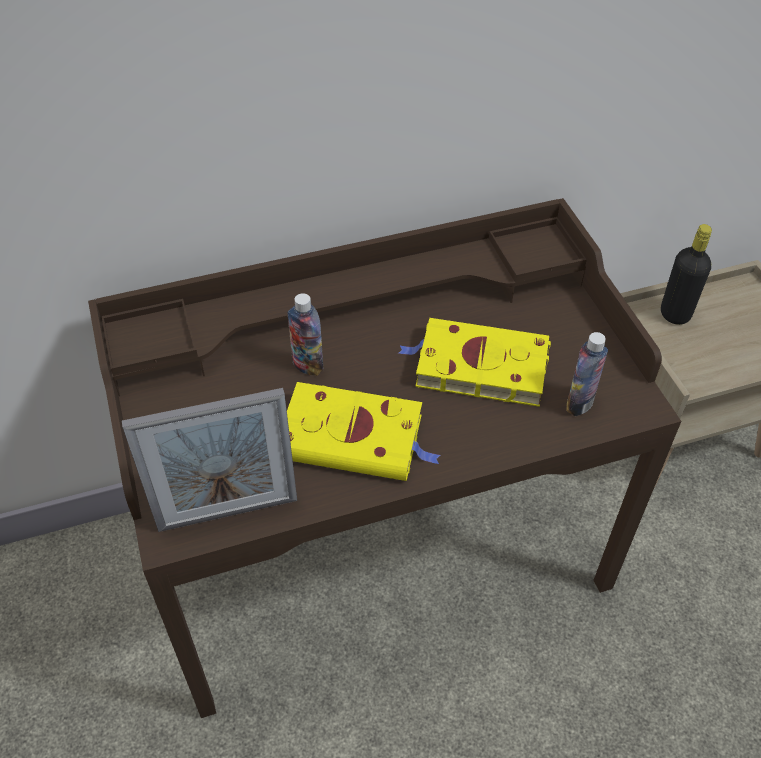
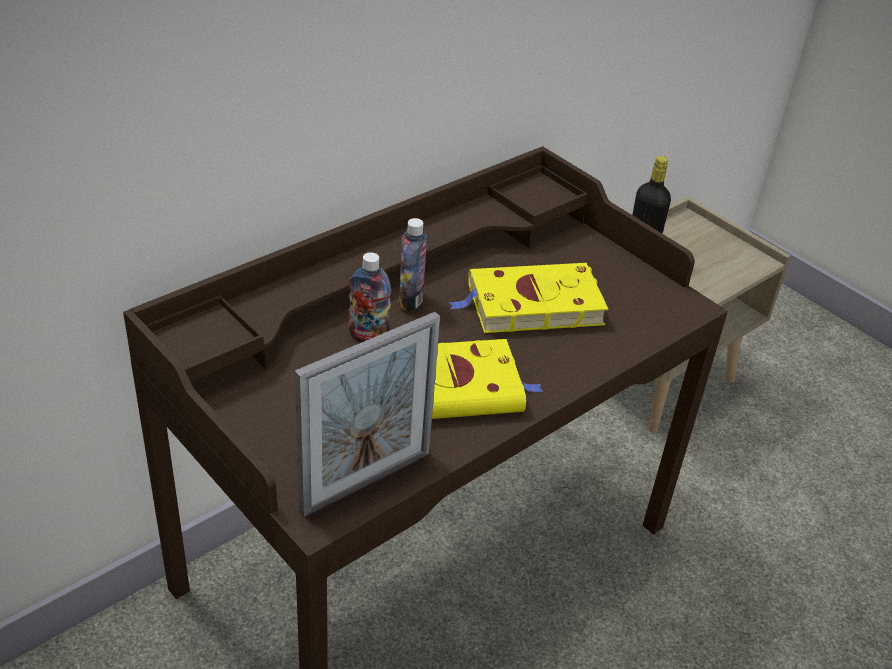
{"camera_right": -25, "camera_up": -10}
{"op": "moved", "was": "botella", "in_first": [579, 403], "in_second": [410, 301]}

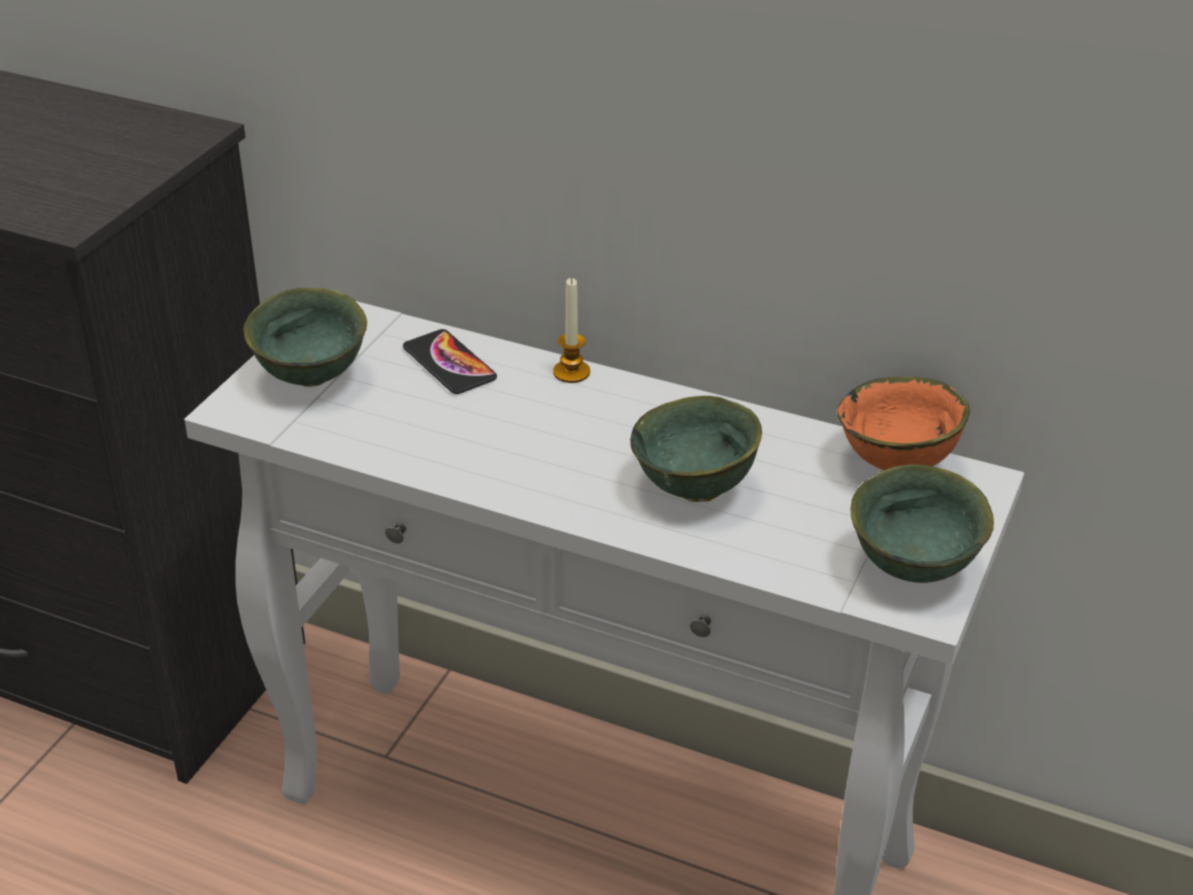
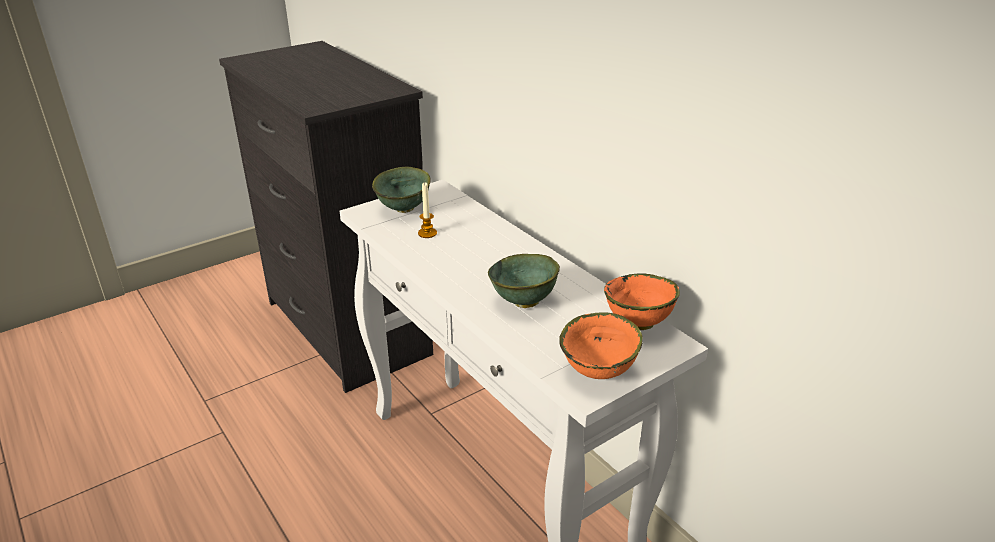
{"camera_right": 30, "camera_up": -5}
{"op": "moved", "was": "vela", "in_first": [571, 372], "in_second": [427, 233]}
{"op": "recoloured", "was": "cuenco [verde]", "now": "cuenco [naranja]", "in_first": [915, 569], "in_second": [600, 372]}
{"op": "removed", "was": "móvil", "in_first": [449, 363]}

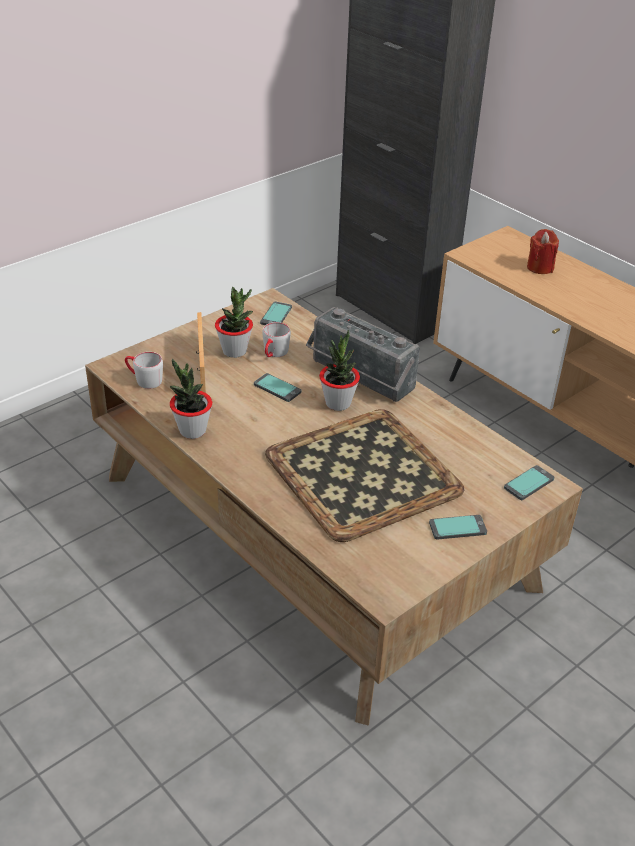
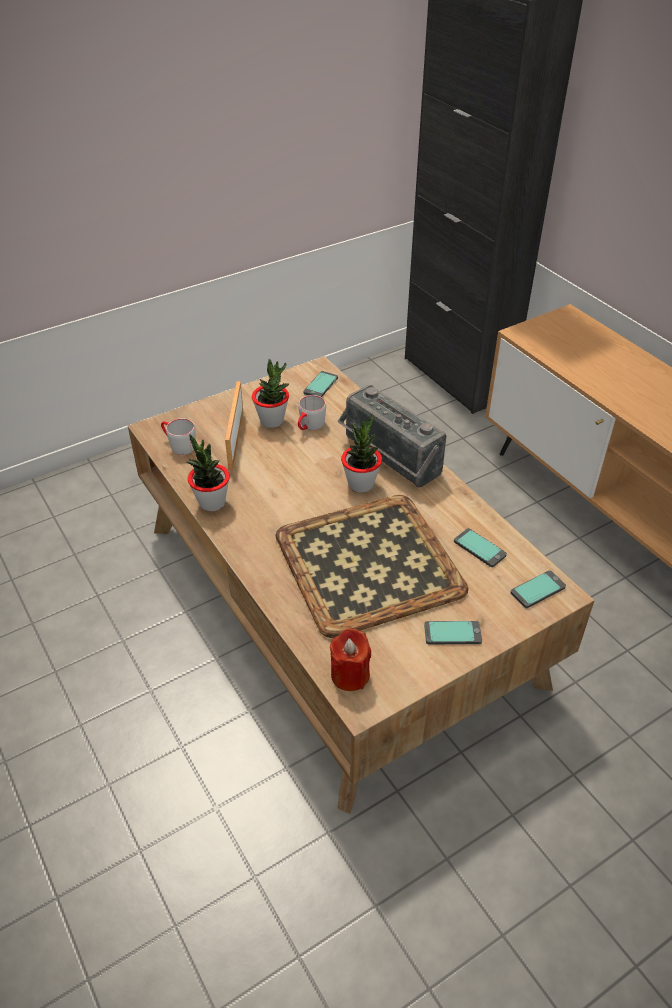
{"camera_right": 10, "camera_up": 5}
{"op": "moved", "was": "vela [rojo]", "in_first": [540, 267], "in_second": [350, 675]}
{"op": "moved", "was": "móvil", "in_first": [277, 388], "in_second": [479, 548]}

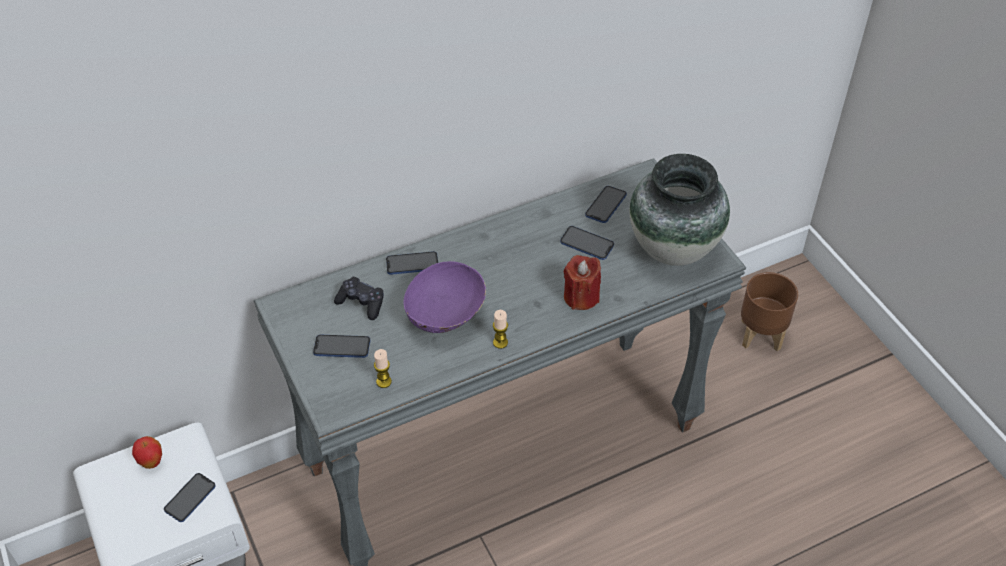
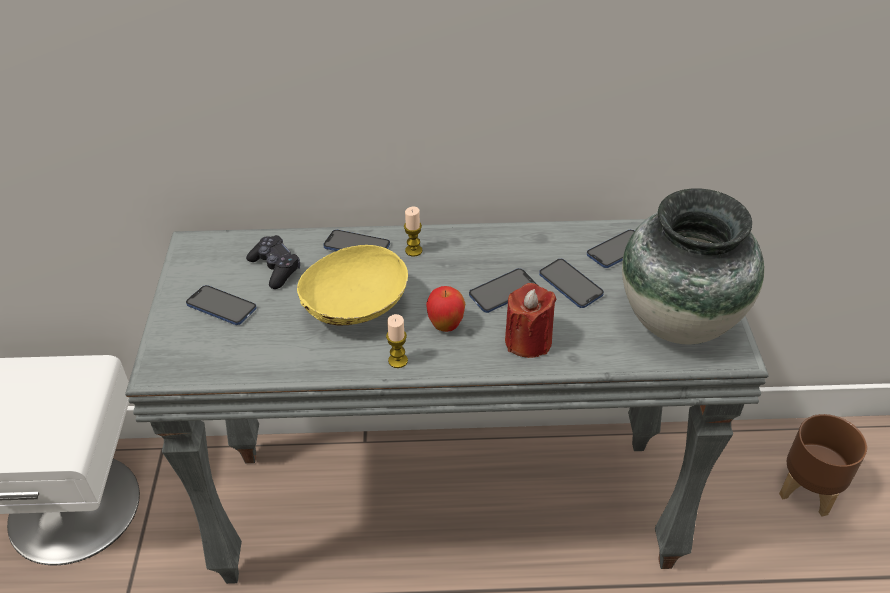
{"camera_right": 25, "camera_up": -5}
{"op": "recoloured", "was": "cuenco [morado]", "now": "cuenco [amarillo]", "in_first": [446, 315], "in_second": [356, 310]}
{"op": "moved", "was": "vela", "in_first": [384, 381], "in_second": [413, 250]}
{"op": "moved", "was": "manzana", "in_first": [151, 462], "in_second": [446, 326]}
{"op": "moved", "was": "móvil", "in_first": [190, 498], "in_second": [503, 292]}

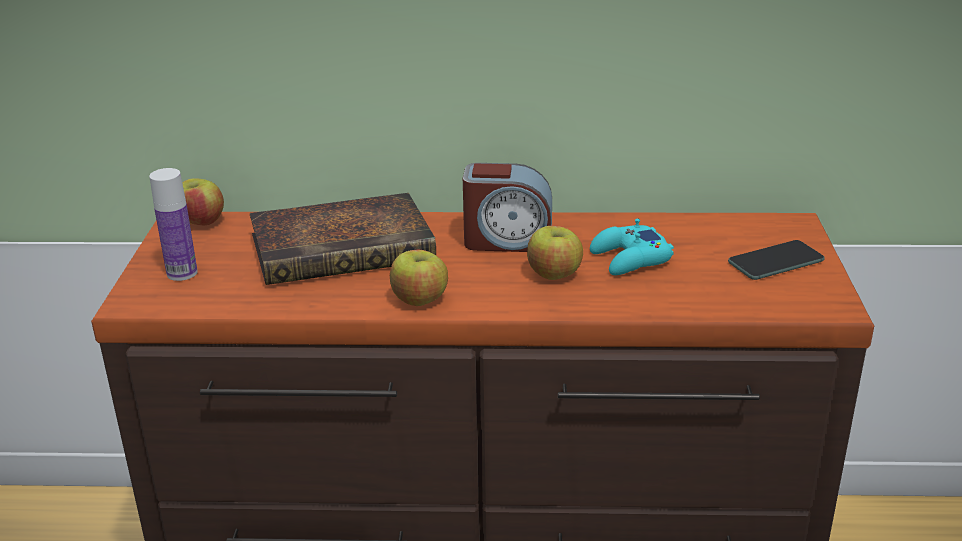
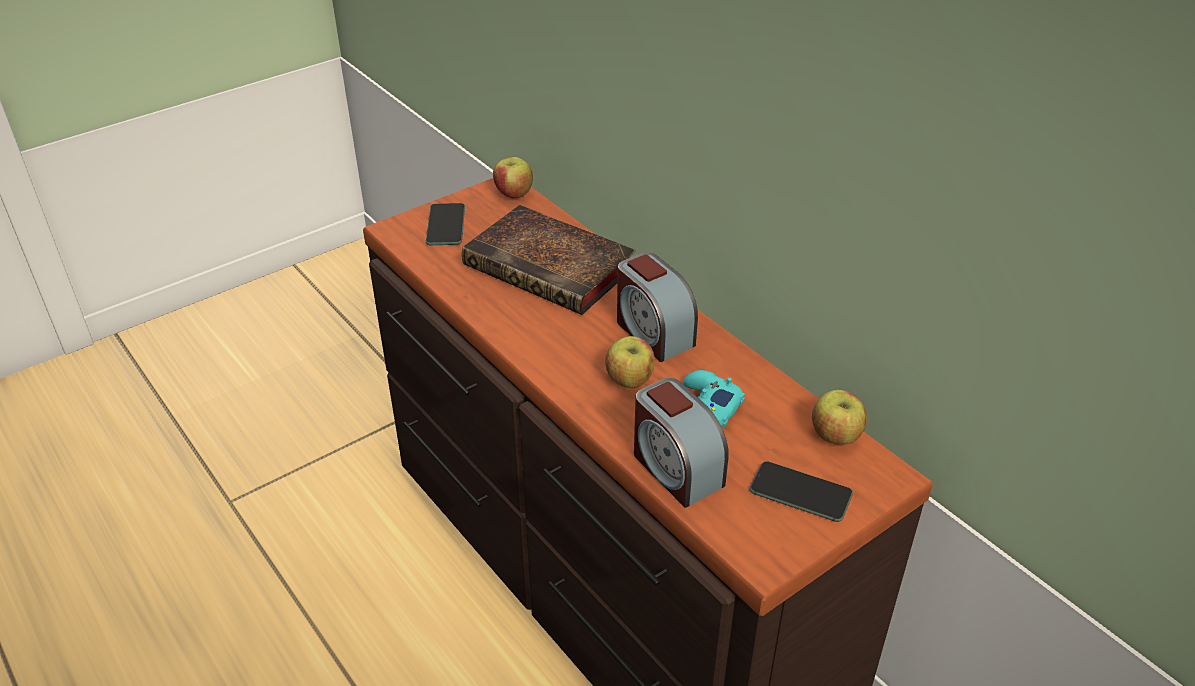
{"camera_right": 50, "camera_up": 10}
{"op": "replaced", "was": "botella", "now": "móvil", "in_first": [182, 273], "in_second": [446, 225]}
{"op": "added", "now": "despertador", "in_second": [675, 468]}
{"op": "moved", "was": "manzana", "in_first": [419, 300], "in_second": [835, 436]}

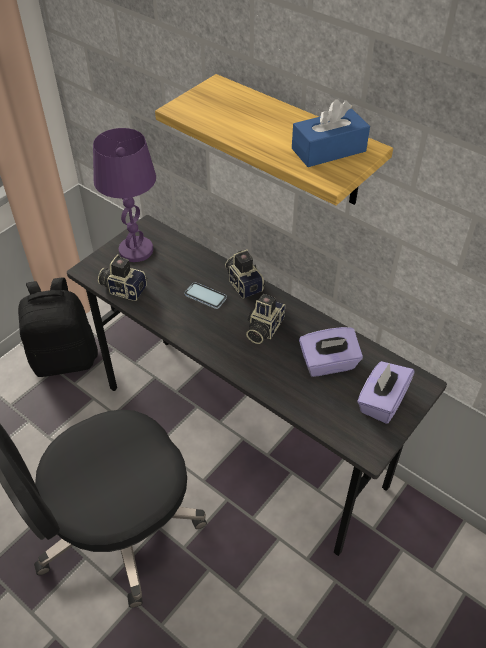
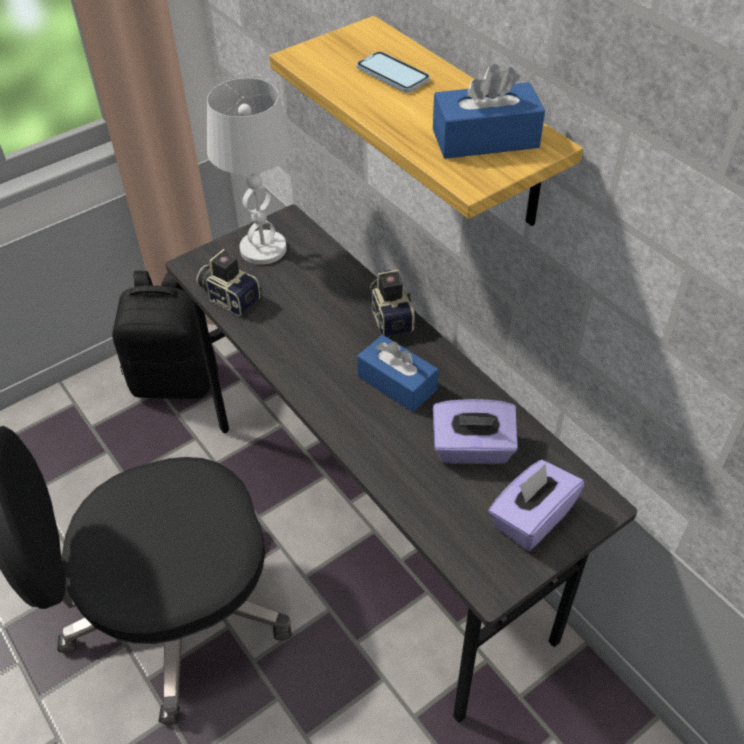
{"camera_right": 15, "camera_up": 0}
{"op": "recoloured", "was": "lámpara de mesa [morado]", "now": "lámpara de mesa [blanco]", "in_first": [136, 250], "in_second": [263, 248]}
{"op": "moved", "was": "móvil", "in_first": [205, 296], "in_second": [392, 74]}
{"op": "replaced", "was": "cámara", "now": "caja de pañuelos [azul]", "in_first": [263, 328], "in_second": [397, 383]}

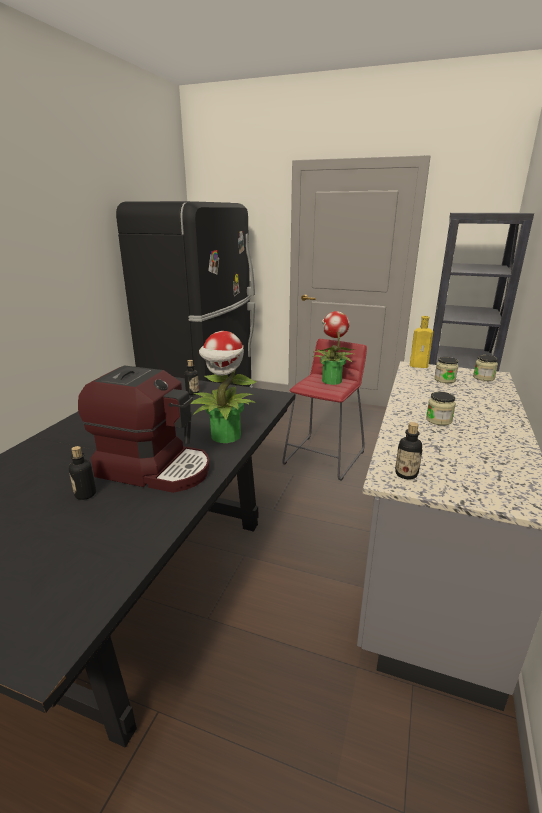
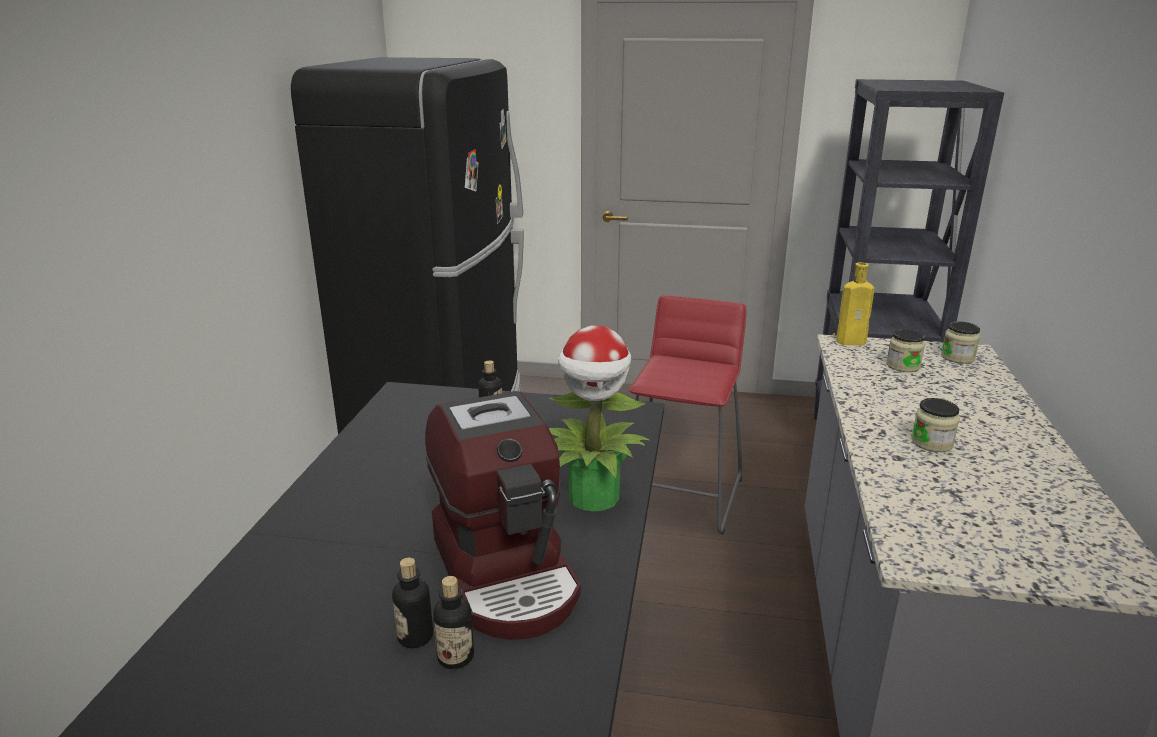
{"camera_right": -10, "camera_up": 0}
{"op": "turned", "was": "cafetera", "in_first": [155, 468], "in_second": [507, 572], "clockwise": 60}
{"op": "moved", "was": "botella", "in_first": [406, 474], "in_second": [455, 657]}
{"op": "removed", "was": "planta en maceta", "in_first": [331, 380]}

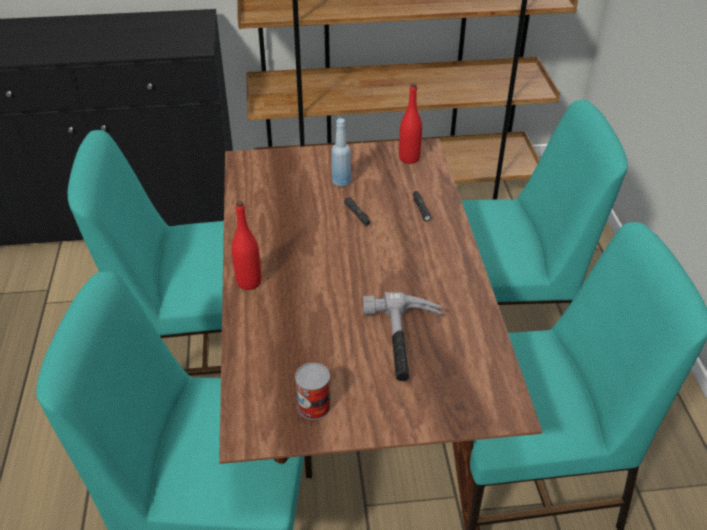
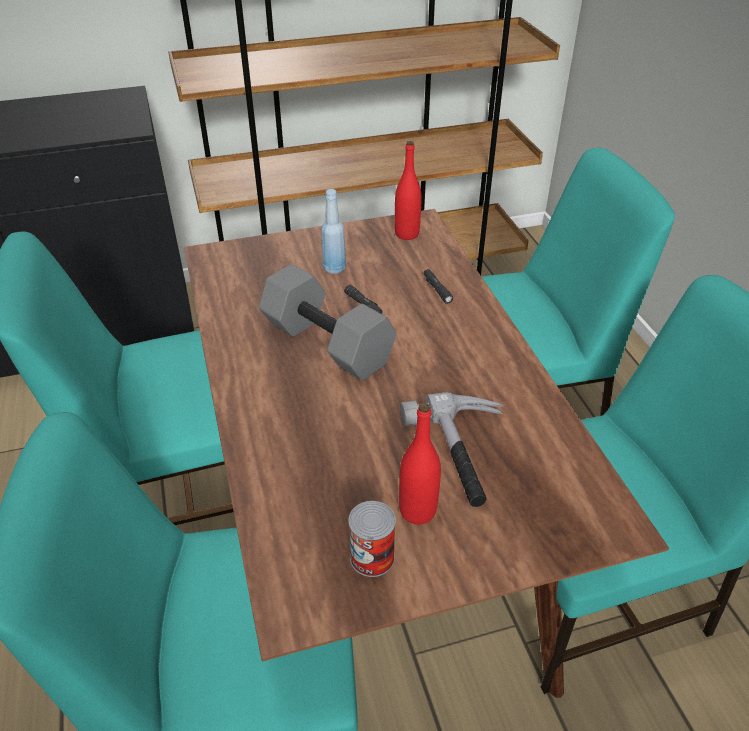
{"camera_right": -10, "camera_up": 0}
{"op": "added", "now": "mancuerna [gris]", "in_second": [330, 343]}
{"op": "moved", "was": "botella [rojo]", "in_first": [249, 282], "in_second": [417, 511]}

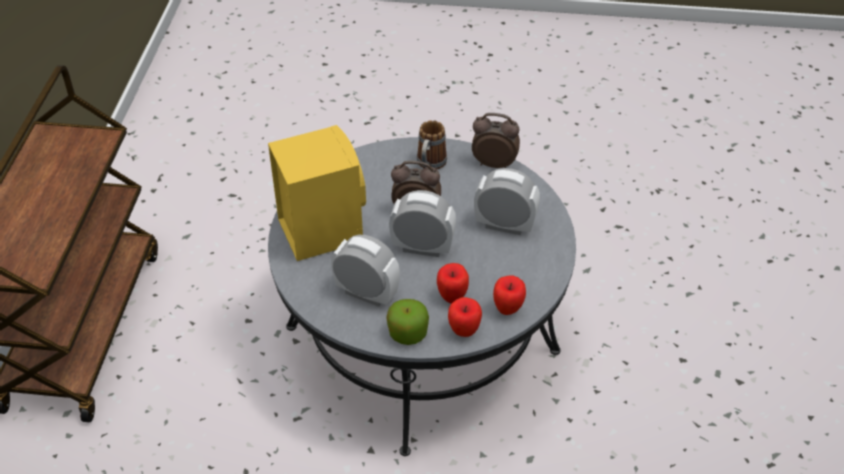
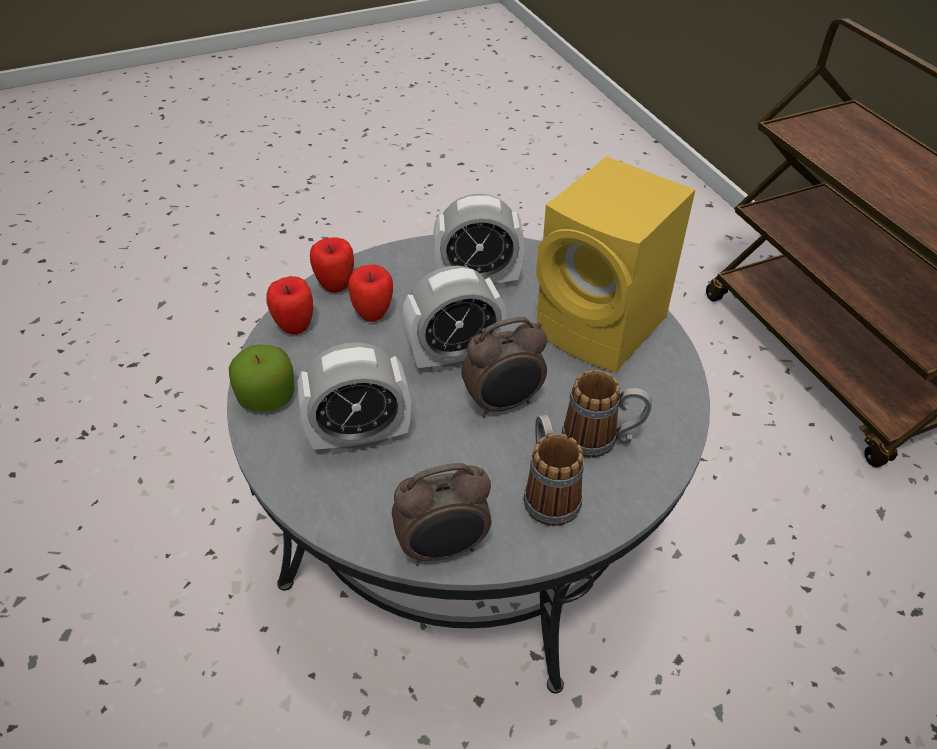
{"camera_right": 150, "camera_up": 0}
{"op": "moved", "was": "manzana", "in_first": [407, 333], "in_second": [267, 397]}
{"op": "added", "now": "taza grande", "in_second": [601, 440]}

